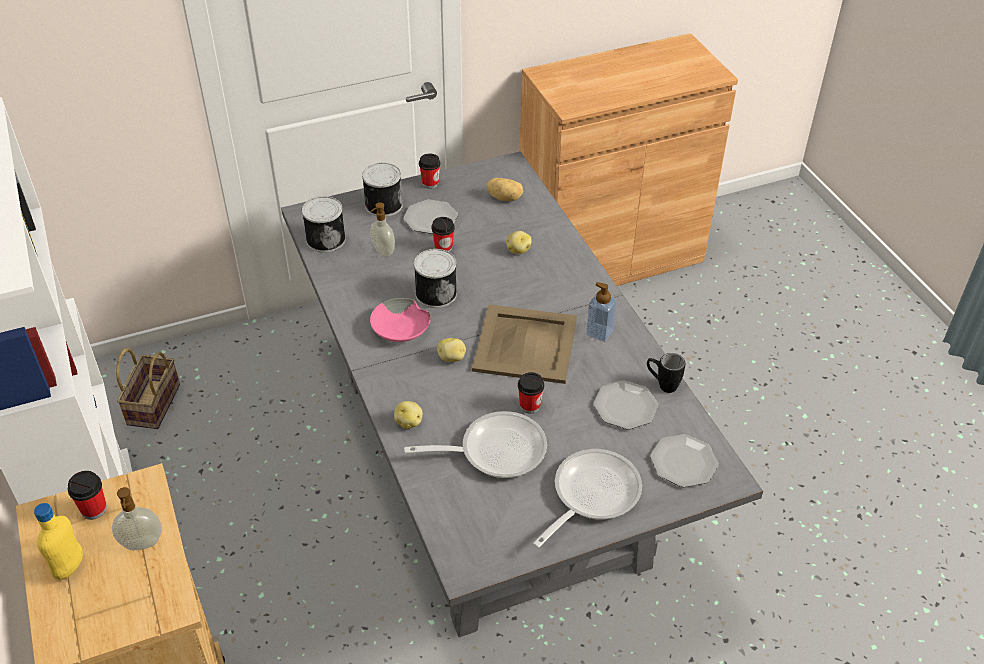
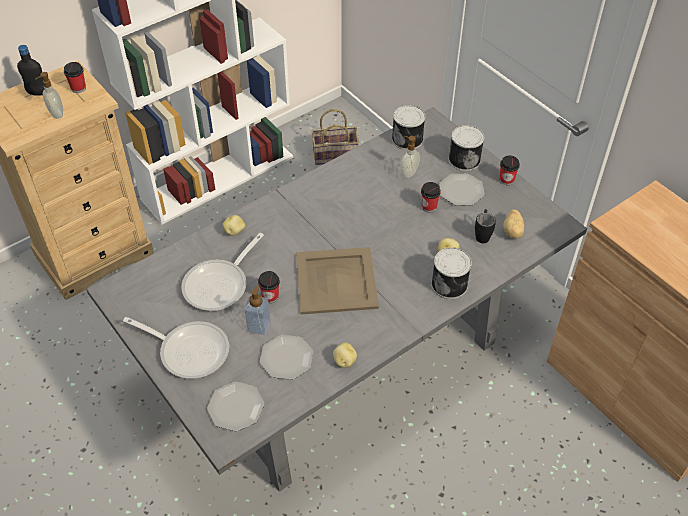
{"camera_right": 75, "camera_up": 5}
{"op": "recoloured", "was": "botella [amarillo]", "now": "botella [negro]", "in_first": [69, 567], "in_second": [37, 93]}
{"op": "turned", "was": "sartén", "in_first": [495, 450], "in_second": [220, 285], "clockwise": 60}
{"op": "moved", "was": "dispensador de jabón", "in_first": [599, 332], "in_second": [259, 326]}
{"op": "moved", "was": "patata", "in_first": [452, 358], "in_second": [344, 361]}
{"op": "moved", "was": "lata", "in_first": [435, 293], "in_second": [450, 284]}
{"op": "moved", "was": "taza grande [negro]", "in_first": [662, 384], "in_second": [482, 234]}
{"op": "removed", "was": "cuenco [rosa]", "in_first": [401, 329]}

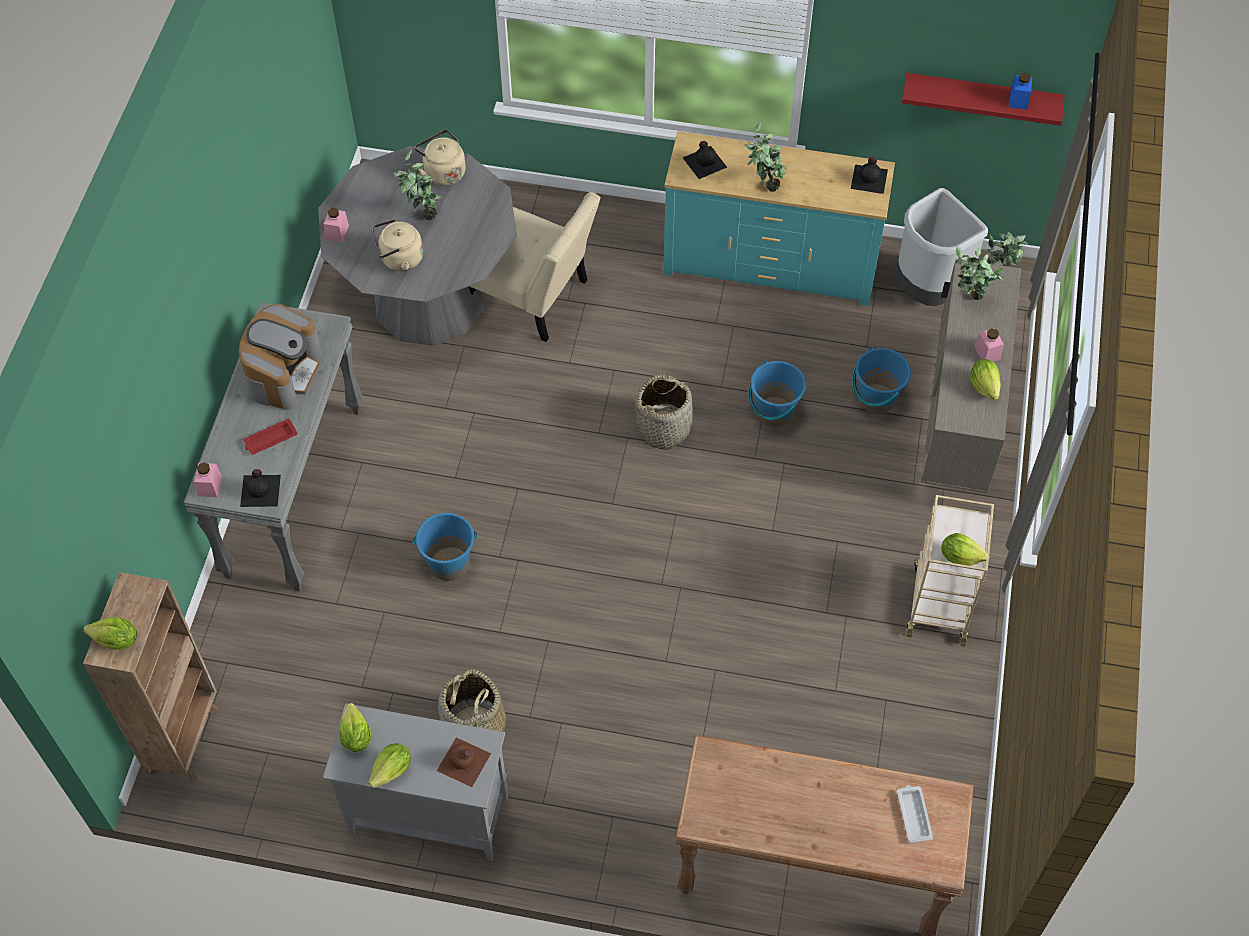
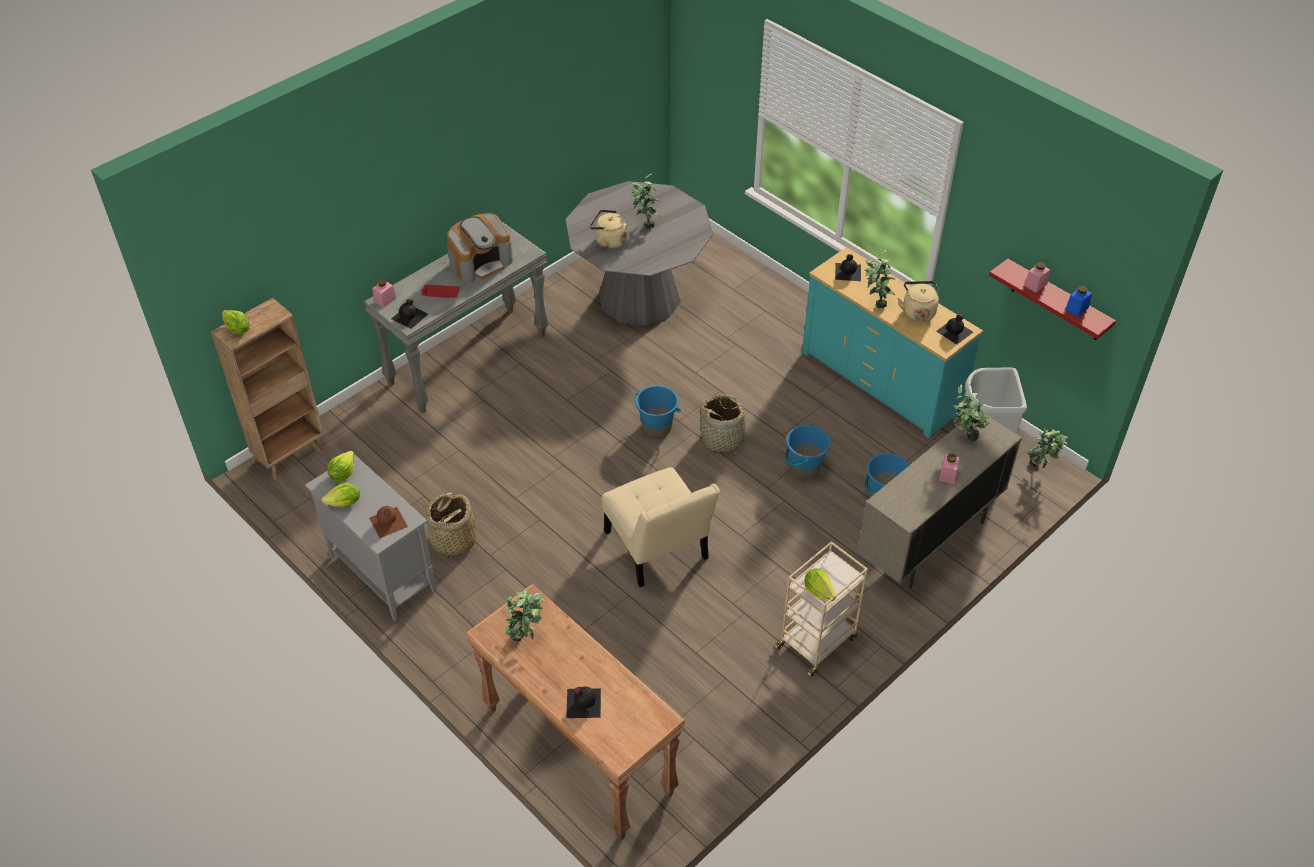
{"camera_right": 35, "camera_up": -10}
{"op": "added", "now": "planta en maceta", "in_second": [526, 637]}
{"op": "added", "now": "botella [negro]", "in_second": [583, 702]}
{"op": "moved", "was": "silla [beis]", "in_first": [533, 298], "in_second": [658, 550]}
{"op": "moved", "was": "cubo [azul]", "in_first": [449, 563], "in_second": [657, 427]}
{"op": "moved", "was": "hervidor [beis]", "in_first": [443, 172], "in_second": [917, 311]}
{"op": "moved", "was": "tarro [rosa]", "in_first": [337, 232], "in_second": [1035, 285]}
{"op": "removed", "was": "bandeja [blanco]", "in_first": [913, 815]}
{"op": "removed", "was": "lechuga", "in_first": [984, 386]}

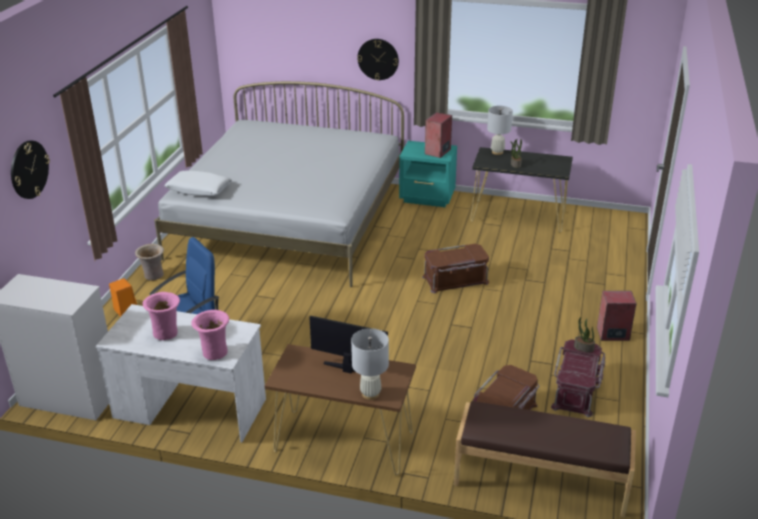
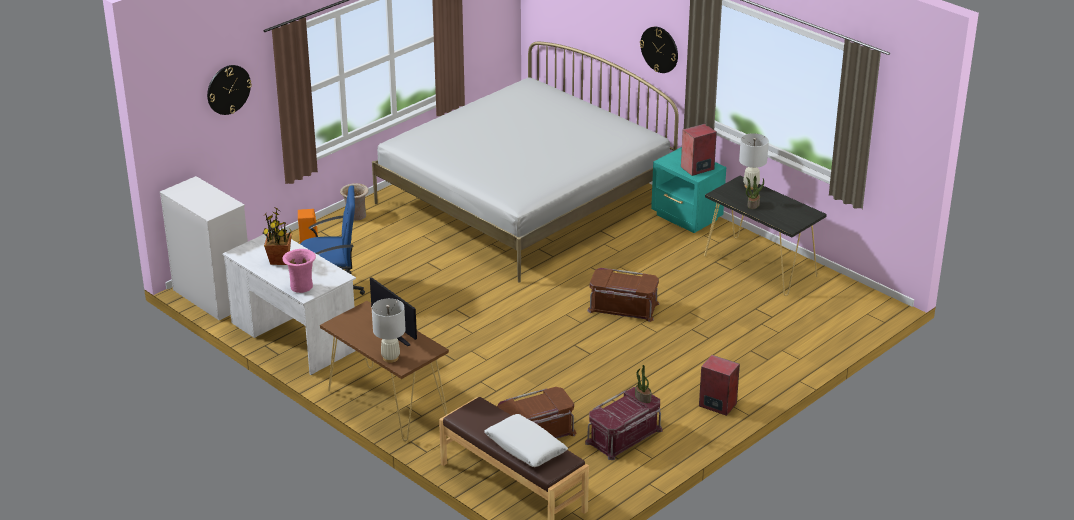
{"camera_right": 30, "camera_up": 0}
{"op": "replaced", "was": "florero [rosa]", "now": "planta en maceta", "in_first": [166, 333], "in_second": [280, 260]}
{"op": "moved", "was": "cojín [blanco]", "in_first": [199, 189], "in_second": [525, 448]}

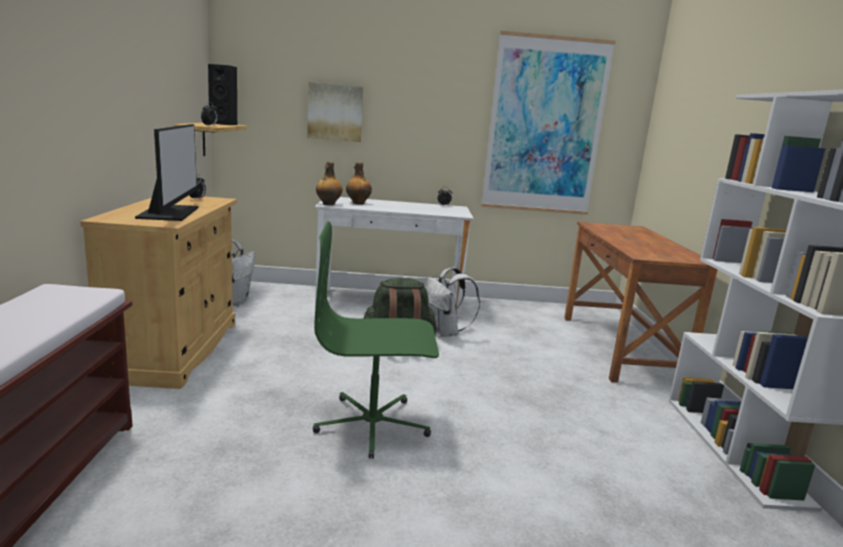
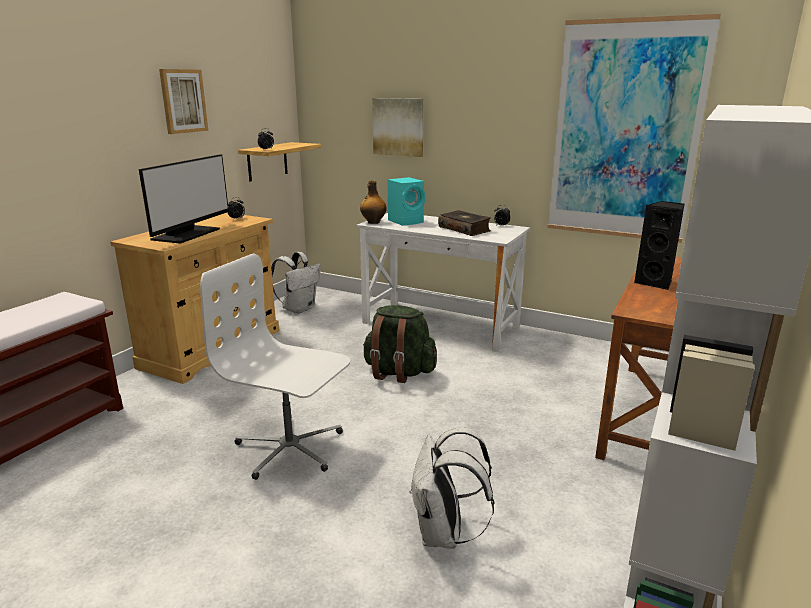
{"camera_right": 30, "camera_up": 5}
{"op": "added", "now": "cuadro", "in_second": [183, 101]}
{"op": "recoloured", "was": "silla de oficina [verde]", "now": "silla de oficina [blanco]", "in_first": [372, 425], "in_second": [289, 448]}
{"op": "replaced", "was": "botella", "now": "altavoz [turquesa]", "in_first": [358, 203], "in_second": [407, 221]}
{"op": "moved", "was": "mochila [blanco]", "in_first": [444, 333], "in_second": [444, 534]}
{"op": "added", "now": "libro", "in_second": [464, 229]}
{"op": "moved", "was": "altavoz [negro]", "in_first": [225, 124], "in_second": [655, 283]}

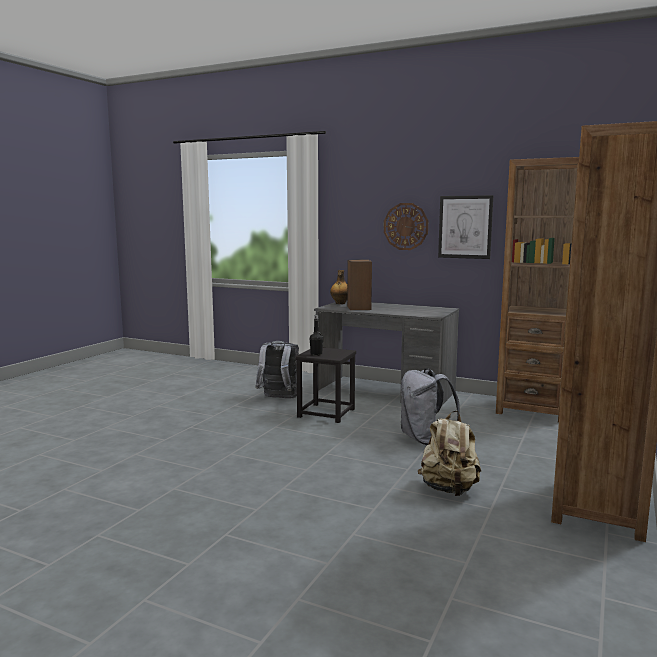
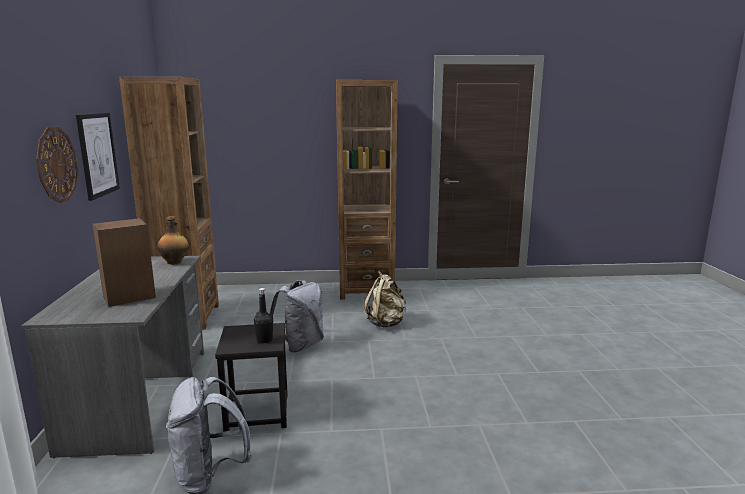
{"camera_right": -120, "camera_up": 5}
{"op": "moved", "was": "botella", "in_first": [340, 303], "in_second": [175, 262]}

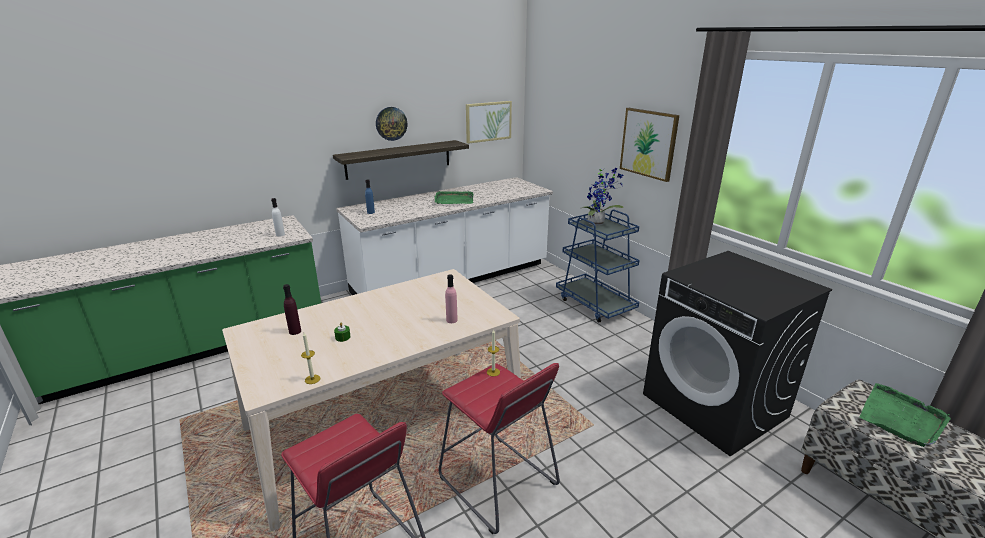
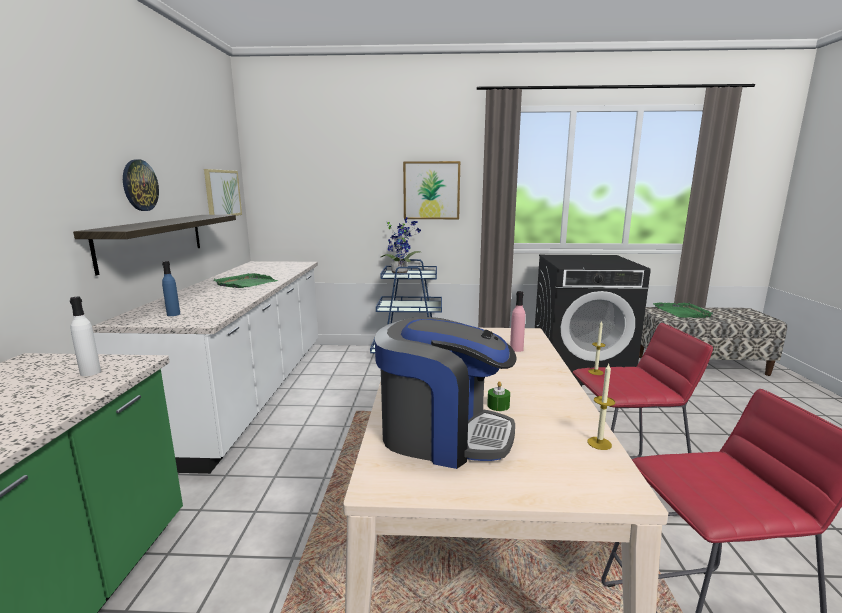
{"camera_right": -55, "camera_up": -10}
{"op": "replaced", "was": "botella [morado]", "now": "cafetera", "in_first": [295, 331], "in_second": [443, 434]}

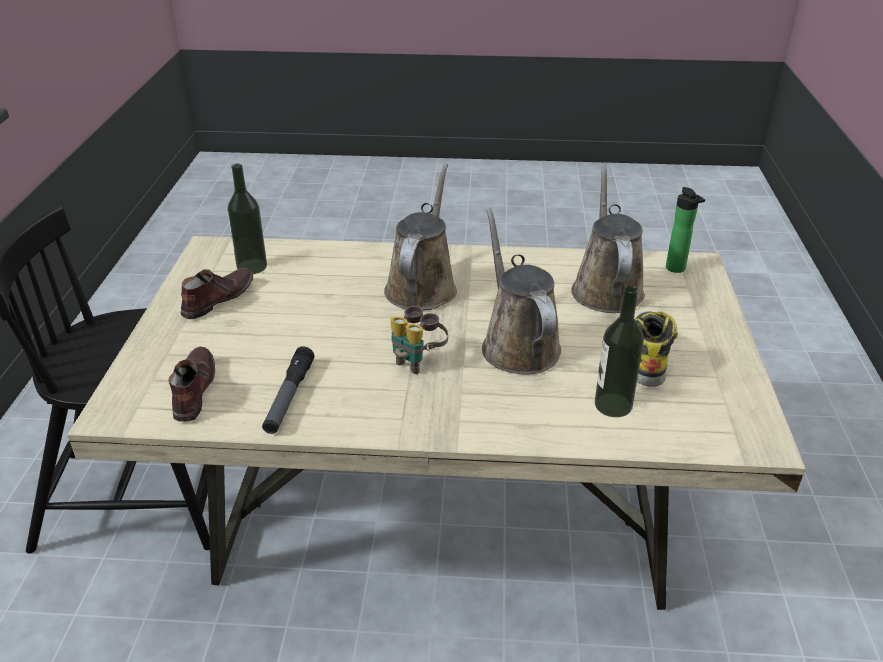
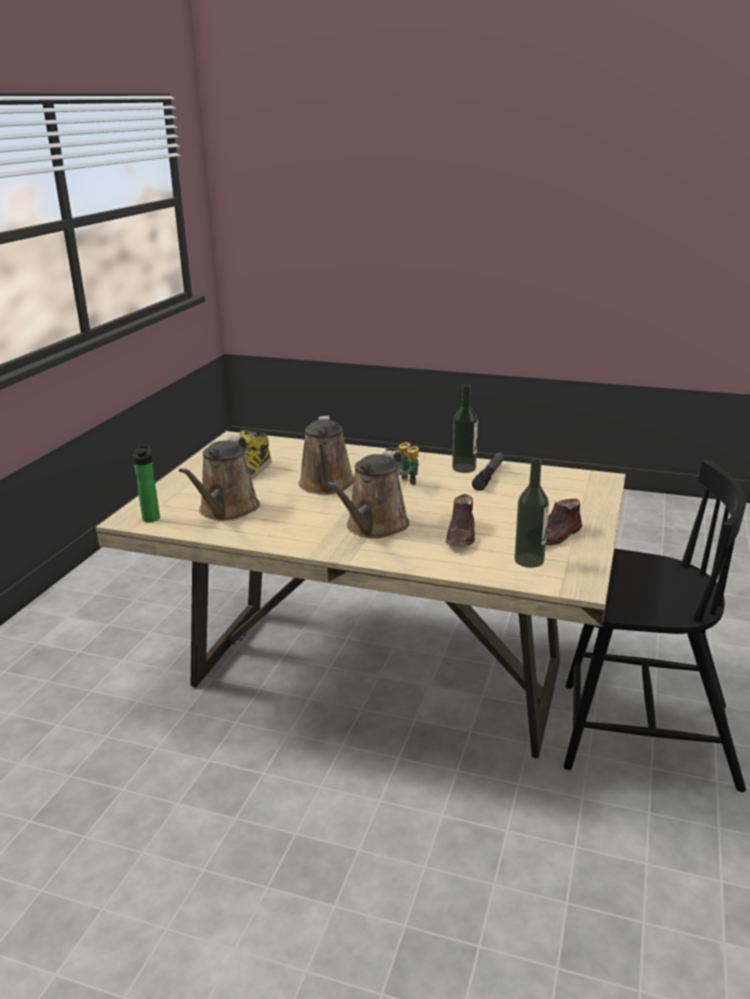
{"camera_right": -165, "camera_up": -10}
{"op": "moved", "was": "zapato [marrón]", "in_first": [193, 390], "in_second": [461, 535]}
{"op": "moved", "was": "botella", "in_first": [613, 405], "in_second": [464, 468]}

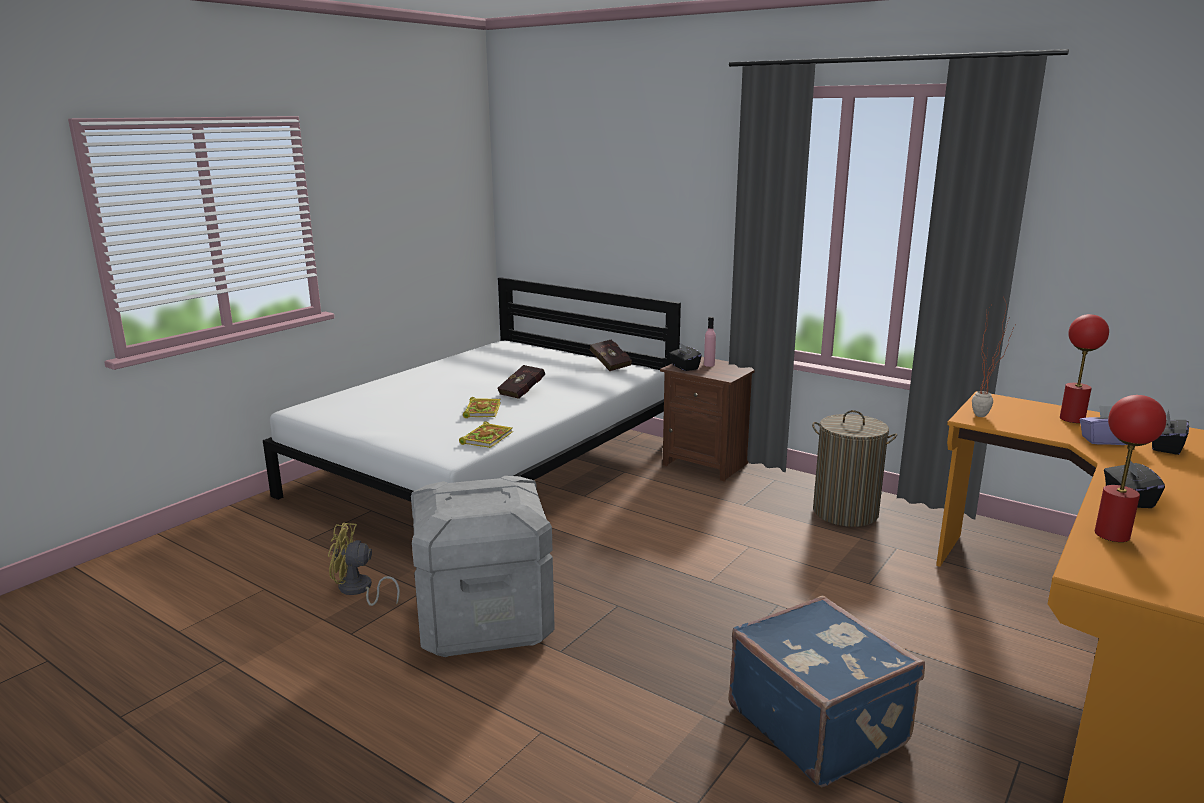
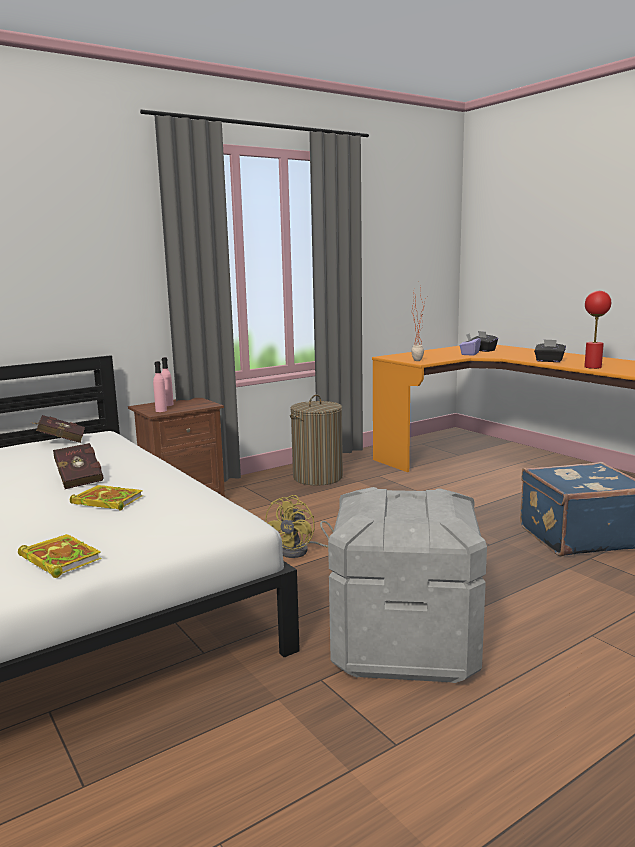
{"camera_right": -70, "camera_up": -5}
{"op": "moved", "was": "libro", "in_first": [487, 438], "in_second": [59, 559]}
{"op": "replaced", "was": "caja de pañuelos [negro]", "now": "botella [rosa]", "in_first": [684, 367], "in_second": [161, 410]}
{"op": "moved", "was": "ventilador [amarillo]", "in_first": [358, 590], "in_second": [300, 551]}
{"op": "removed", "was": "lámpara de mesa [rojo]", "in_first": [1072, 419]}

